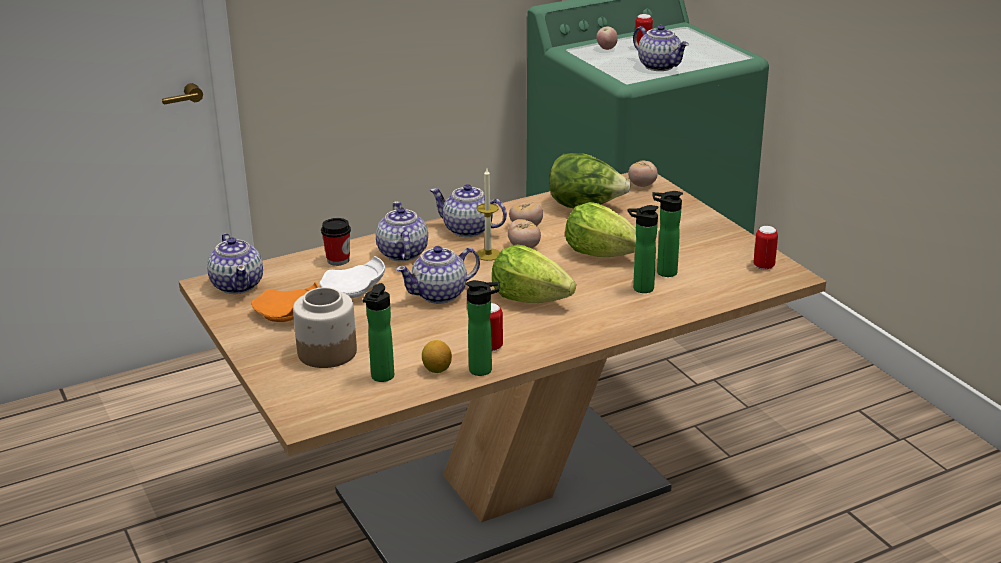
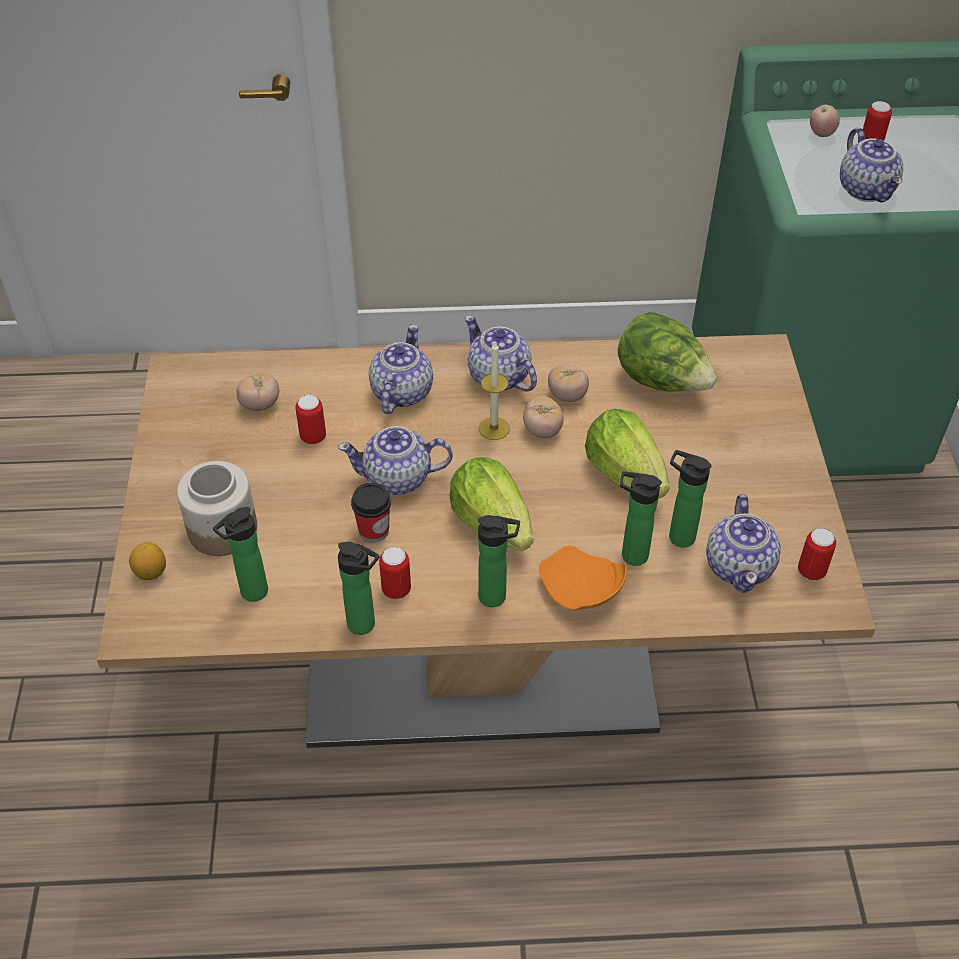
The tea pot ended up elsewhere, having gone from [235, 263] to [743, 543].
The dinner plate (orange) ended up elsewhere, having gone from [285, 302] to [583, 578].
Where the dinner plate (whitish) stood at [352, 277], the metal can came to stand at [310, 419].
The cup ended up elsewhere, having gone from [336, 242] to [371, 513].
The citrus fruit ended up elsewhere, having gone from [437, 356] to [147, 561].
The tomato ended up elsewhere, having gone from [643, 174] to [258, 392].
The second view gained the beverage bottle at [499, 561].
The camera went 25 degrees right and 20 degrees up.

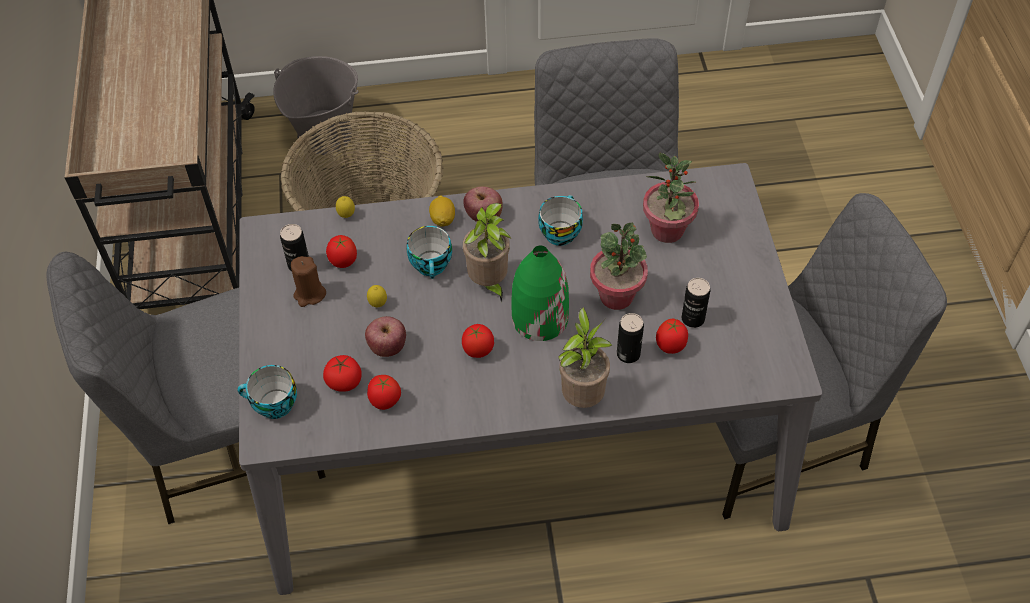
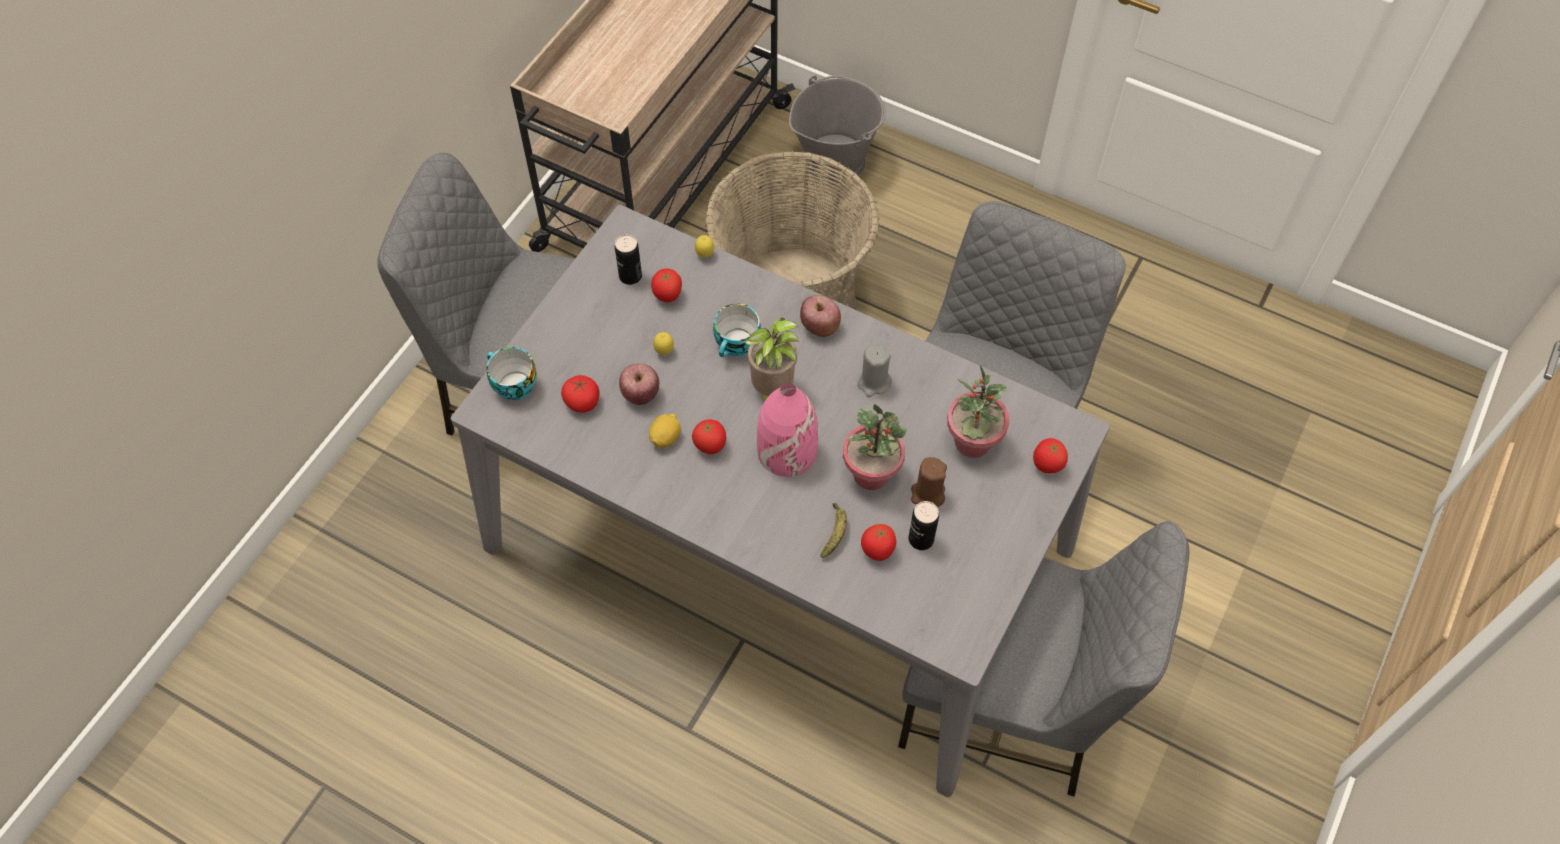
The candle (brownish) ended up elsewhere, having gone from [308, 281] to [929, 482].
The tomato ended up elsewhere, having gone from [384, 392] to [1050, 455].
The citrus fruit ended up elsewhere, having gone from [442, 211] to [665, 430].
What was the vase (greenish) at [540, 293] turned into the vase (pink) at [787, 430].
Where the cup stood at [560, 220], the candle (greyish) came to stand at [874, 371].
The second view lost the potted plant at [585, 357].
Where the metal can stood at [630, 338], the whole banana came to stand at [834, 530].
The camera went 35 degrees right and 5 degrees up.

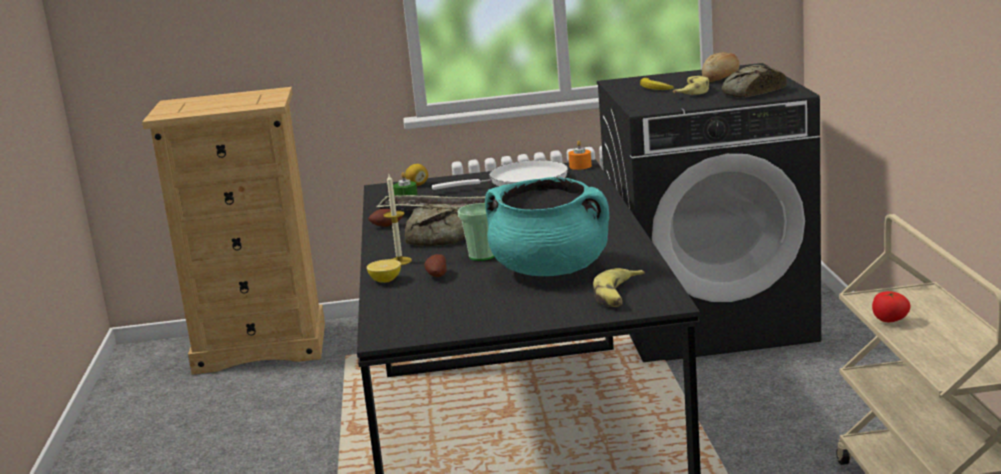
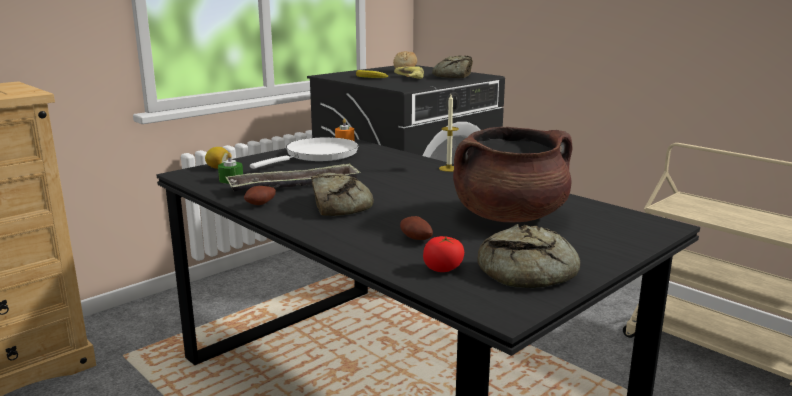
The second view lost the citrus fruit at [384, 271].
The candle ended up elsewhere, having gone from [397, 219] to [449, 133].
The second view lost the cup at [475, 232].
What was the stockpot (blue-green) at [547, 226] turned into the stockpot (brownish) at [512, 174].
The second view lost the whole banana at [619, 287].
The tomato ended up elsewhere, having gone from [891, 306] to [443, 254].
The second view gained the baked bread at [528, 256].
The camera went 40 degrees left and 0 degrees up.

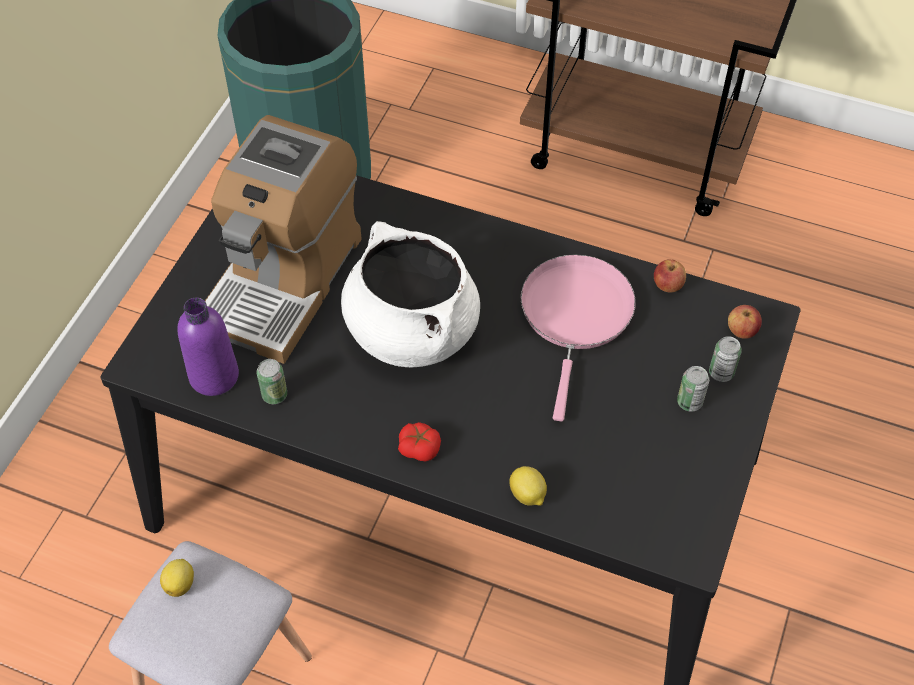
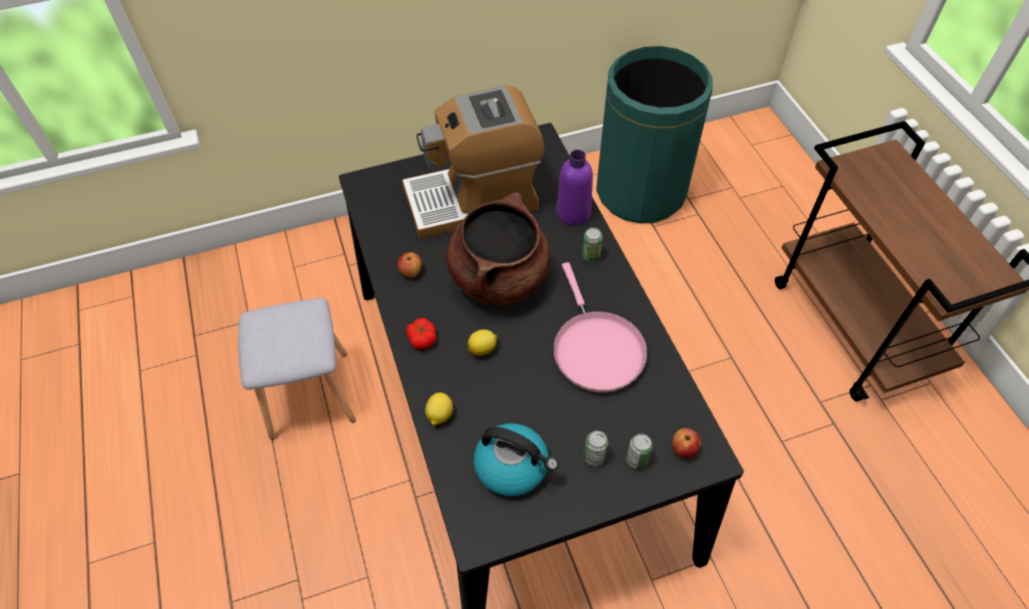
The citrus fruit ended up elsewhere, having gone from [177, 578] to [482, 343].
The beverage bottle (purplish) ended up elsewhere, having gone from [208, 346] to [574, 188].
The metal can ended up elsewhere, having gone from [272, 381] to [592, 244].
What was the stockpot (whitish) at [410, 294] turned into the stockpot (brownish) at [498, 248].
The pan (pink) at [578, 337] ended up facing another way, 105 degrees clockwise from before.
The apple ended up elsewhere, having gone from [670, 276] to [410, 265].
The second view gained the kettle at [516, 459].
The camera went 50 degrees right and 0 degrees up.

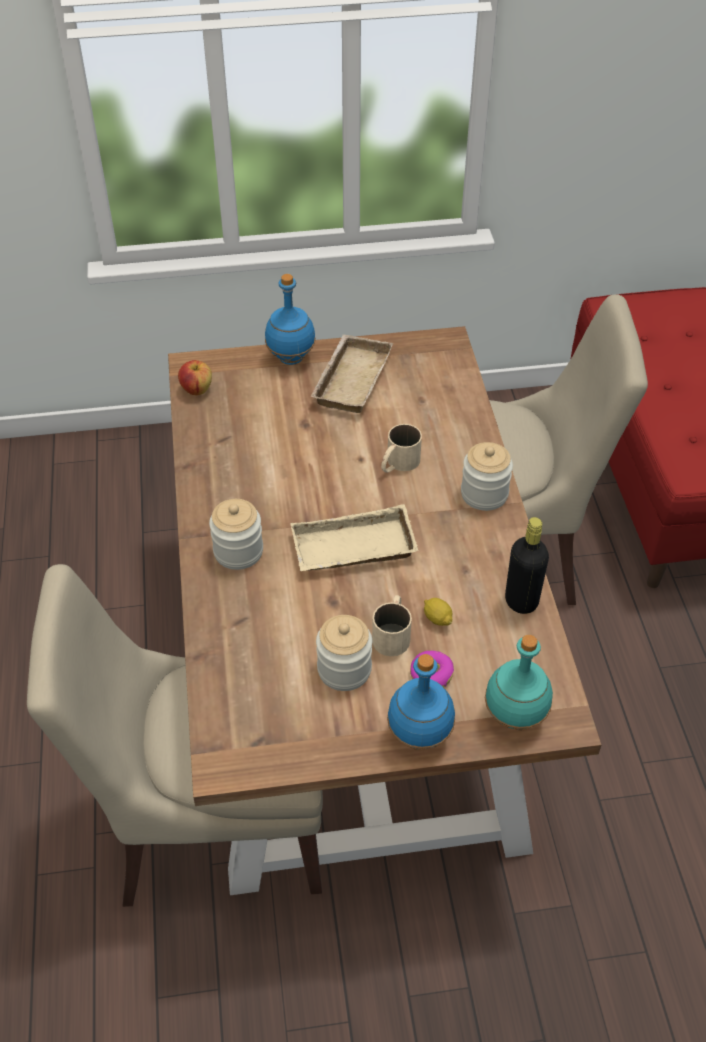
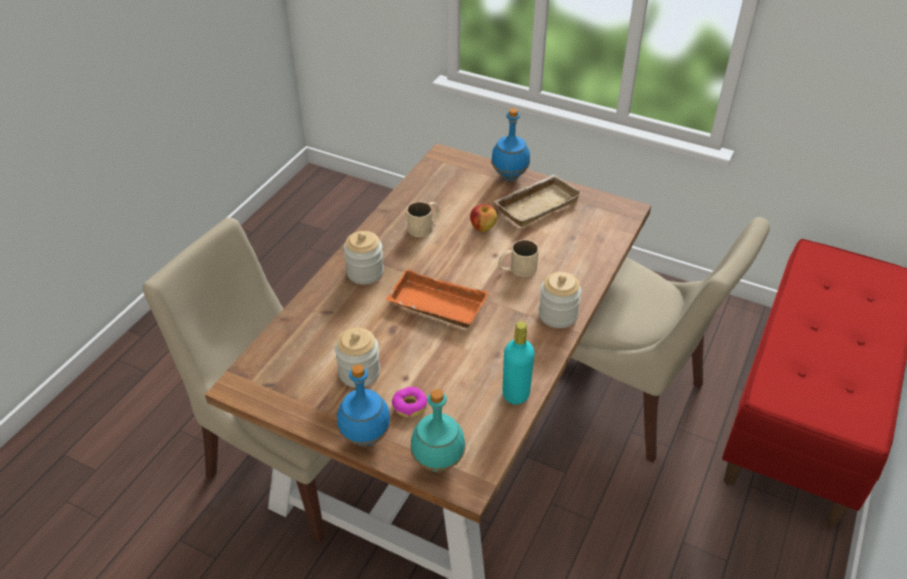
The apple ended up elsewhere, having gone from [195, 377] to [483, 218].
What was the serving tray (beige) at [354, 537] turned into the serving tray (orange) at [437, 298].
The tea mug (beige) ended up elsewhere, having gone from [392, 625] to [423, 219].
The second view lost the citrus fruit at [438, 612].
What was the beverage bottle (black) at [527, 565] turned into the beverage bottle (blue-green) at [519, 362].
The camera went 35 degrees right and 5 degrees down.

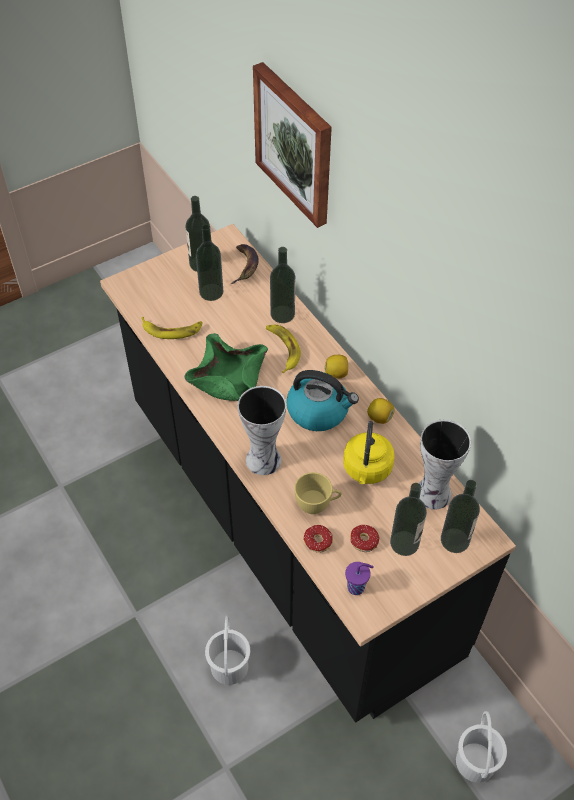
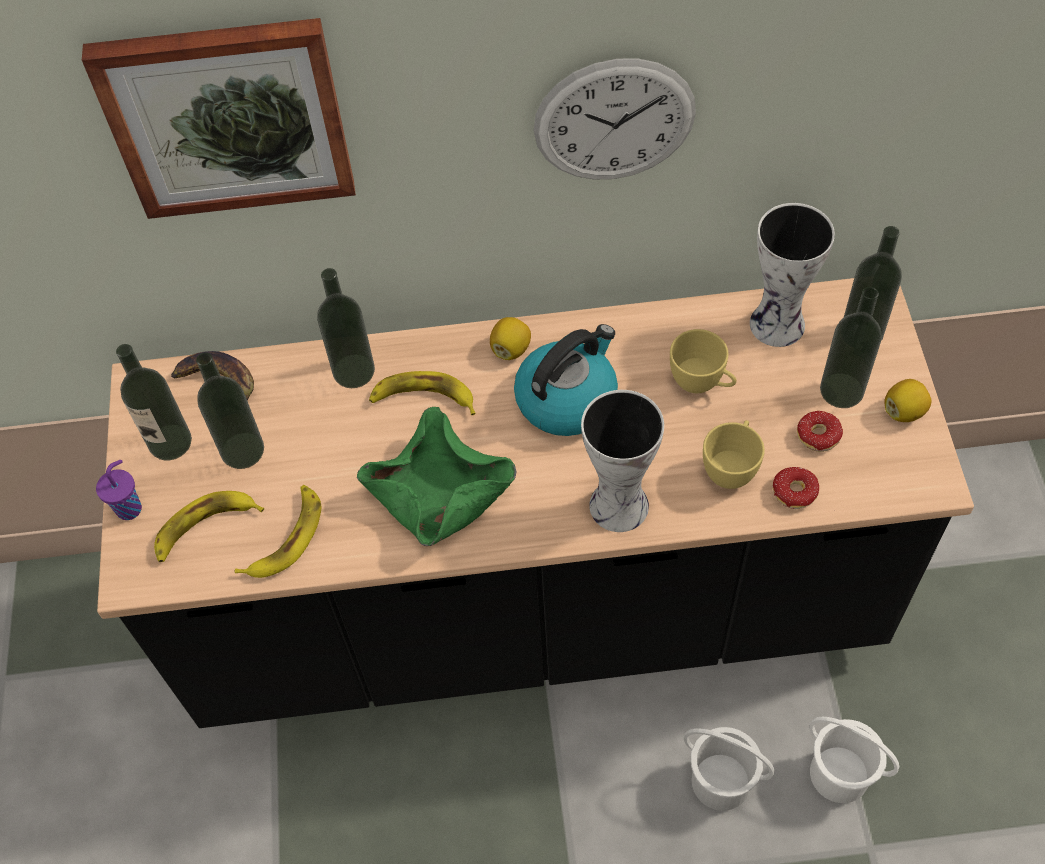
Where the kettle (yellowish) stood at [369, 452], the cup (yellowish) came to stand at [703, 361].
The cup (purplish) ended up elsewhere, having gone from [359, 578] to [119, 490].
The citrus fruit ended up elsewhere, having gone from [381, 411] to [907, 400].
The water bucket (whitish) ended up elsewhere, having gone from [481, 747] to [854, 760].
The second view gained the whole banana at [209, 526].
The second view gained the clock on the wall at [615, 119].
The camera went 60 degrees left and 5 degrees up.

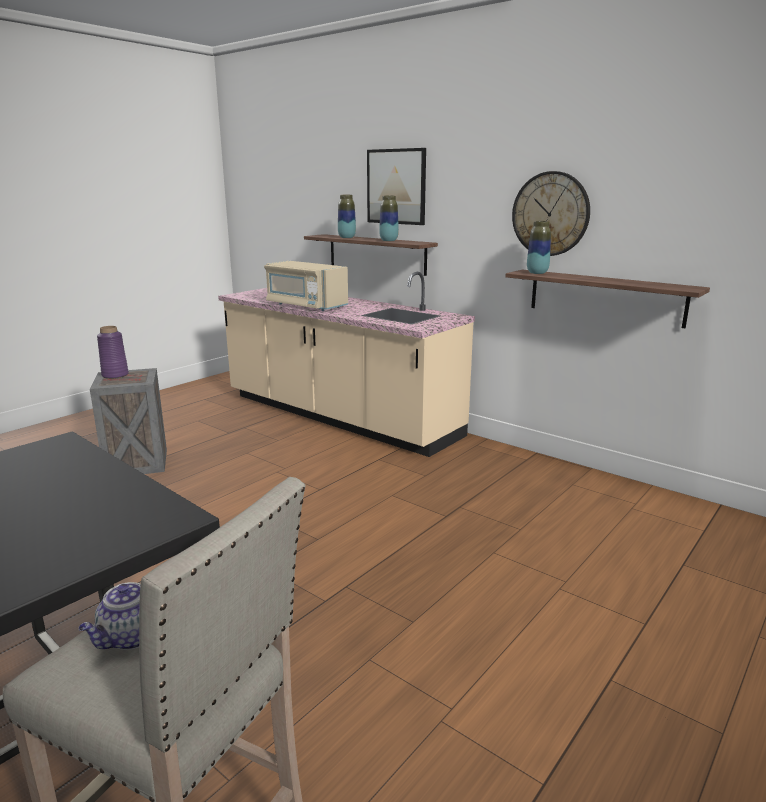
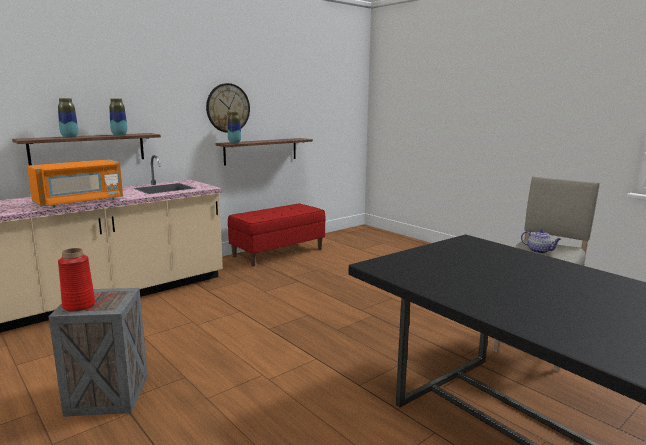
What was the vase (purplish) at [113, 352] turned into the vase (reddish) at [76, 280].
What was the microwave oven (beige) at [306, 286] turned into the microwave oven (orange) at [75, 183].
The second view lost the picture at [396, 186].
The second view gained the indoor bench (reddish) at [276, 234].
The camera went 80 degrees left and 5 degrees down.

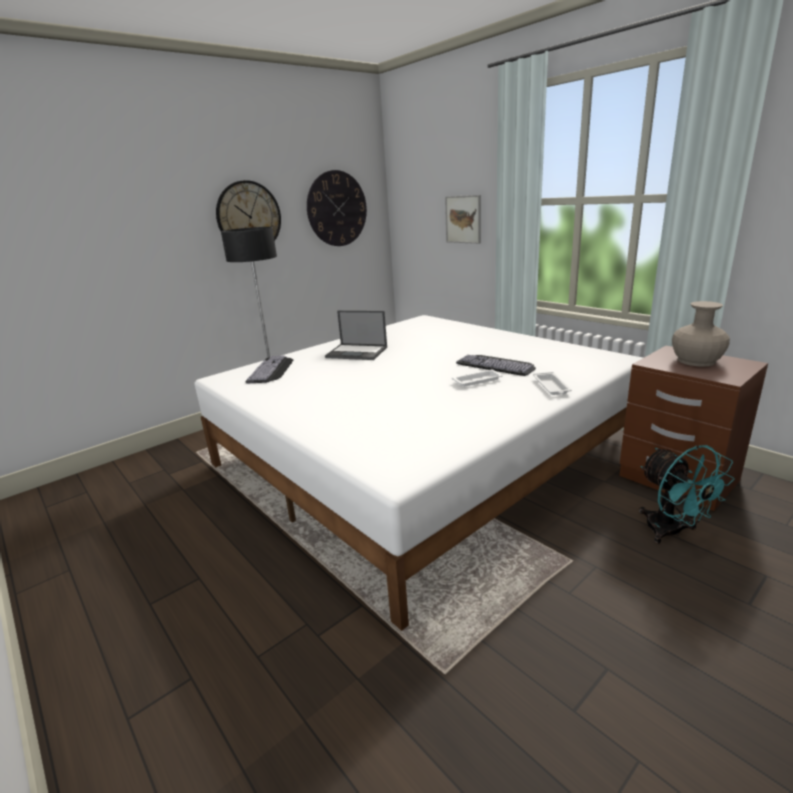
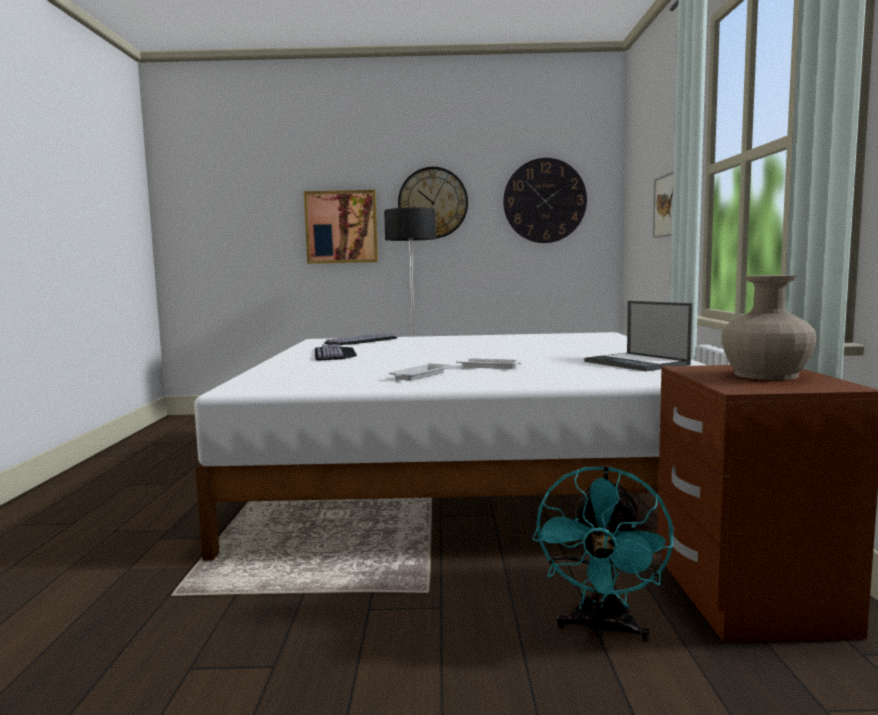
The notebook computer ended up elsewhere, having gone from [356, 335] to [638, 336].
The keyboard ended up elsewhere, having gone from [496, 365] to [336, 352].
The serving tray (whitish) ended up elsewhere, having gone from [552, 383] to [419, 372].
The second view gained the picture at [341, 227].
The camera went 40 degrees right and 15 degrees down.

